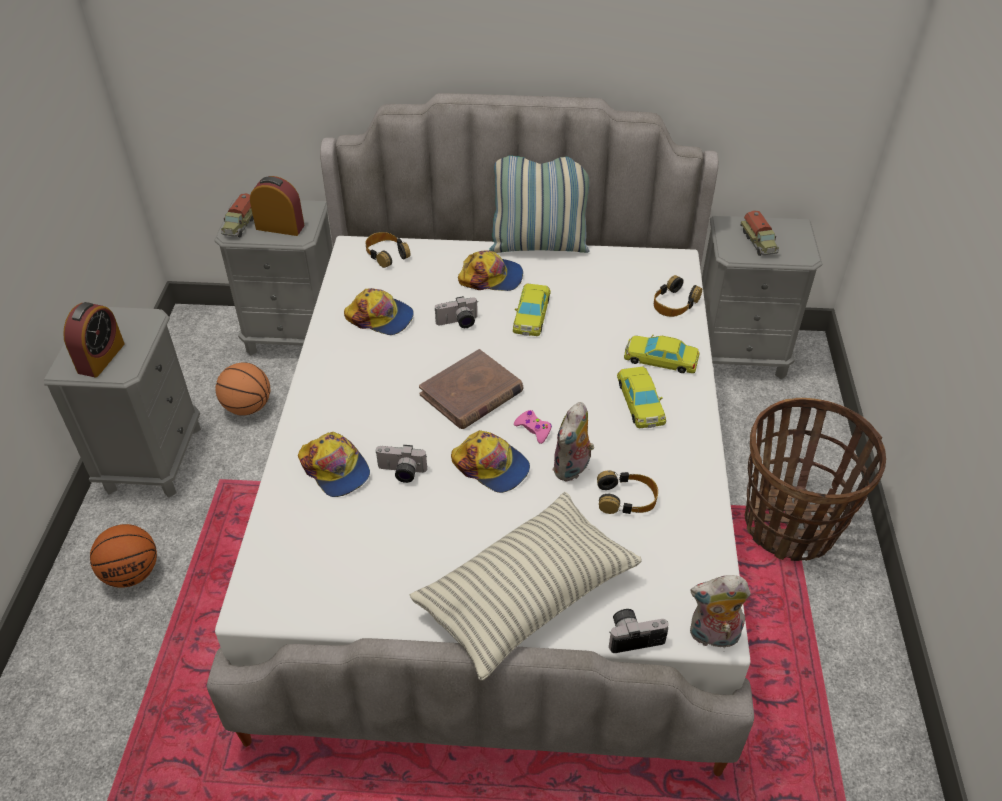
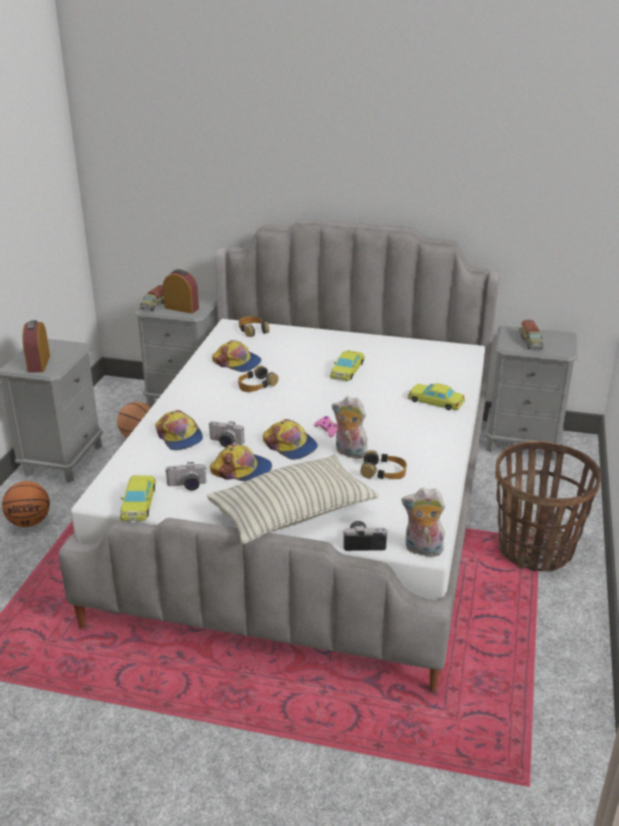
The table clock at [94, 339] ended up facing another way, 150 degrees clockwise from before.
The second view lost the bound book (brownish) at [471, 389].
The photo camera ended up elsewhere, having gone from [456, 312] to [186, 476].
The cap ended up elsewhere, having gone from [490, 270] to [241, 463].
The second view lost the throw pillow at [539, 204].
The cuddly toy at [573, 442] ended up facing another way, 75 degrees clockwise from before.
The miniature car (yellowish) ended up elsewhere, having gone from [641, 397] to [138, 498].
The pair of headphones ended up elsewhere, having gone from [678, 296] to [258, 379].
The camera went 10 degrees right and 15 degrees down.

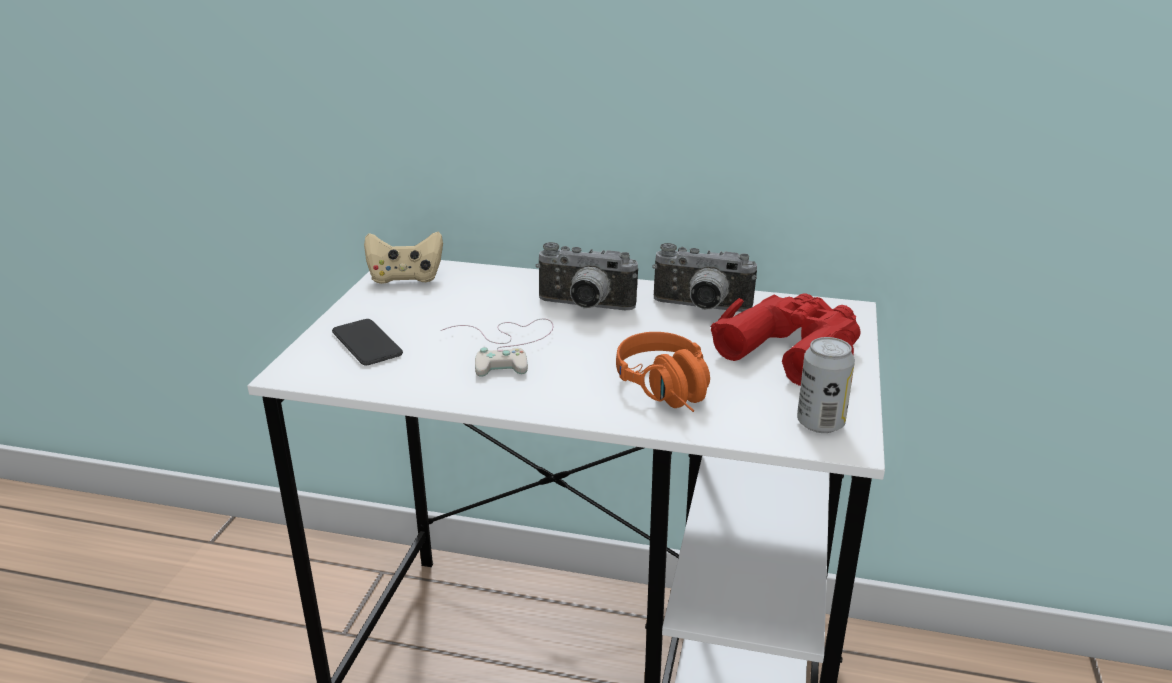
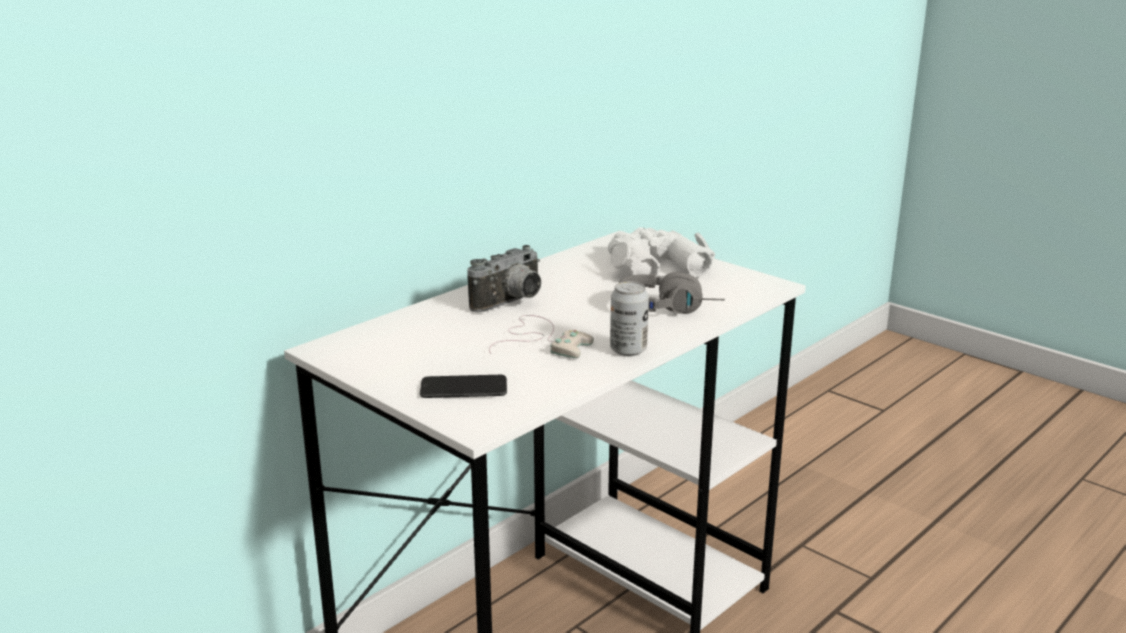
The second view lost the game controller (beige) at [403, 258].
What was the pair of headphones (orange) at [663, 372] turned into the pair of headphones (greyish) at [672, 293].
The second view lost the photo camera at [704, 277].
What was the pair of binoculars (reddish) at [785, 339] turned into the pair of binoculars (whitish) at [661, 252].
The metal can ended up elsewhere, having gone from [826, 385] to [629, 318].
The camera went 60 degrees left and 5 degrees down.

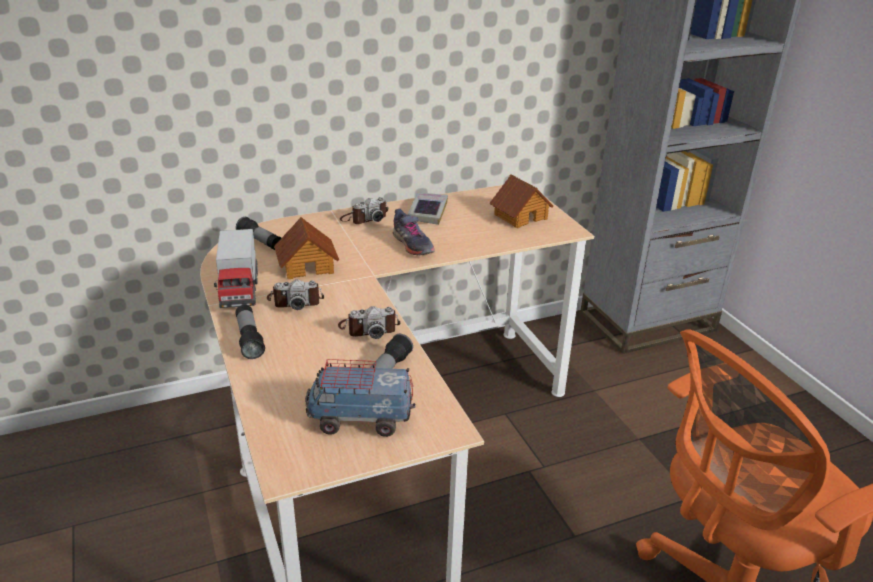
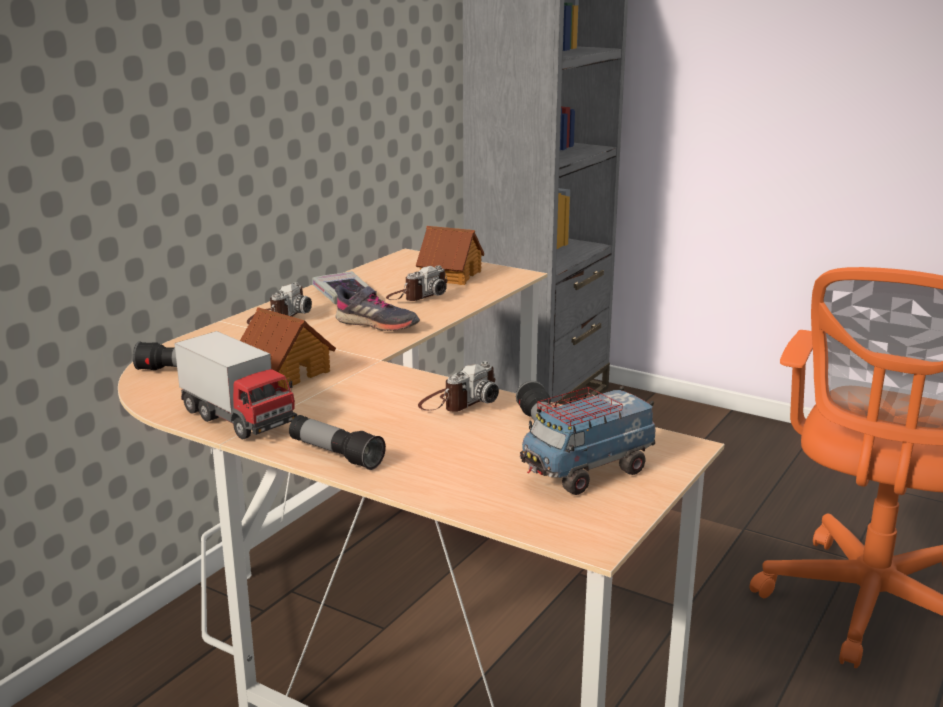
The photo camera ended up elsewhere, having gone from [295, 294] to [417, 283].
The camera went 35 degrees left and 10 degrees down.

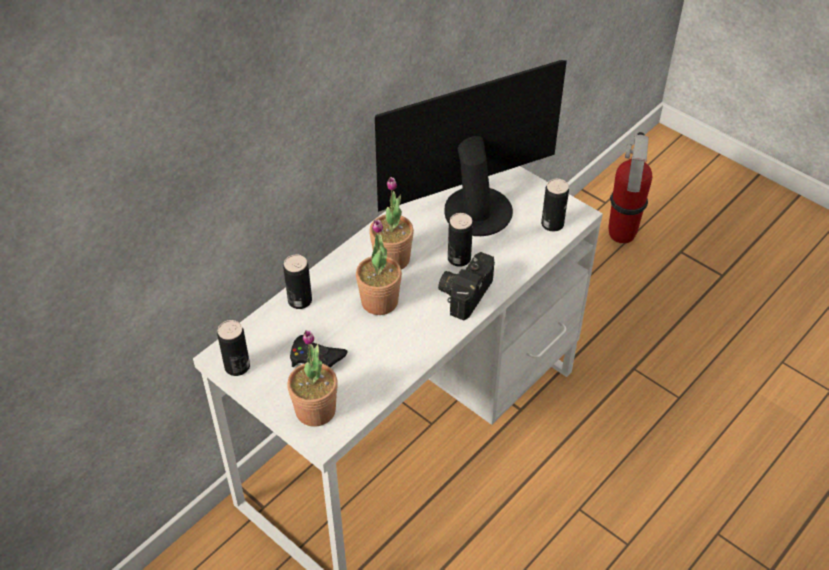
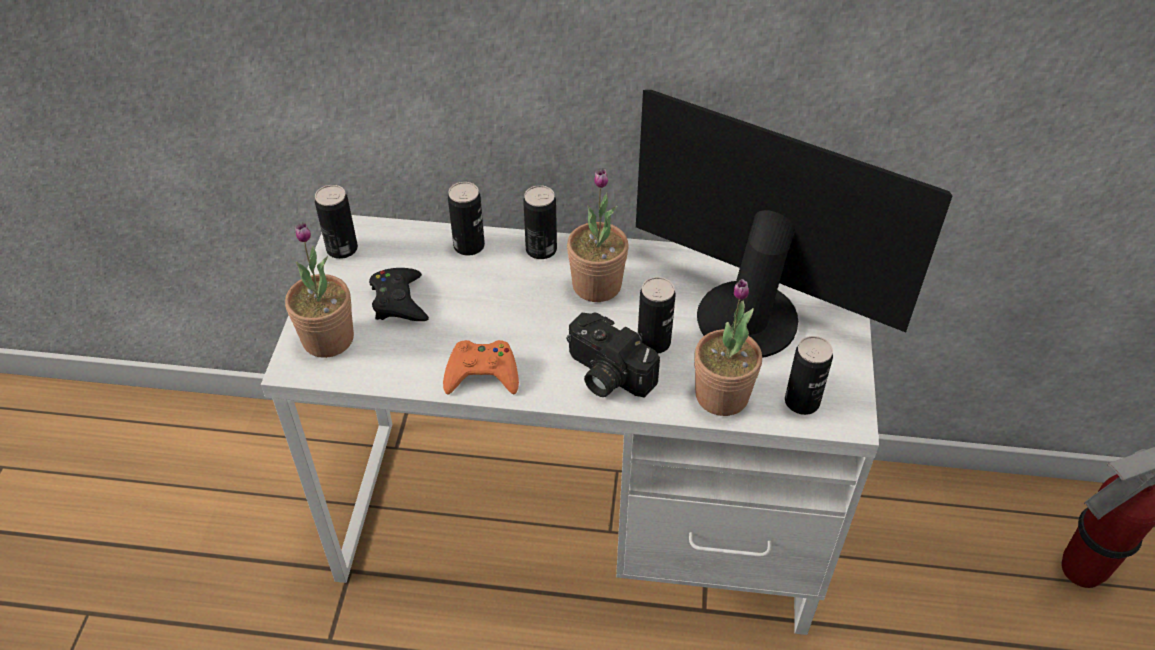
The potted plant ended up elsewhere, having gone from [379, 267] to [728, 347].
The photo camera at [466, 286] ended up facing another way, 135 degrees counterclockwise from before.
The second view gained the game controller (orange) at [481, 367].
The second view gained the metal can at [540, 222].
The camera went 55 degrees right and 0 degrees up.

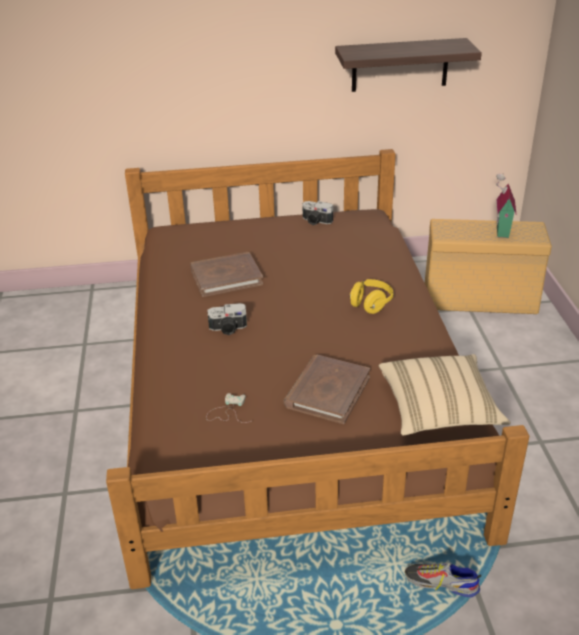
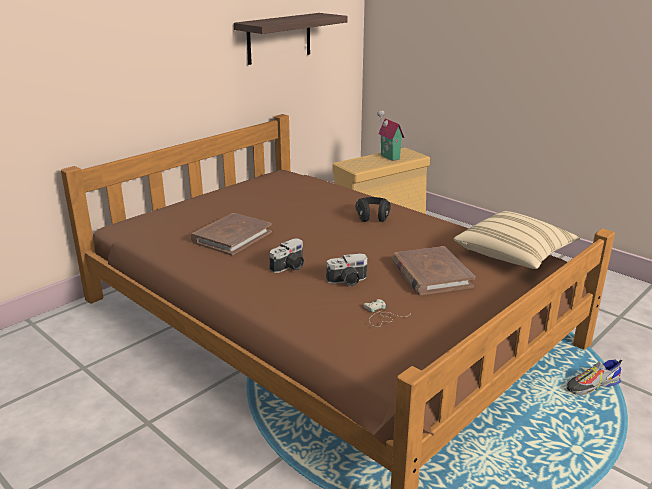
The photo camera ended up elsewhere, having gone from [317, 213] to [346, 269].
What was the pair of headphones (yellowish) at [372, 296] turned into the pair of headphones (black) at [373, 209].
The camera went 40 degrees left and 10 degrees down.

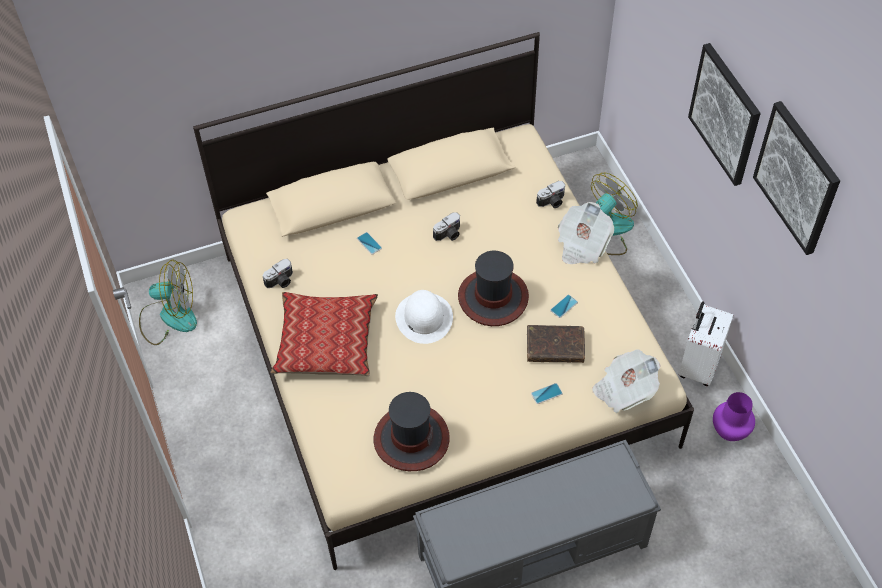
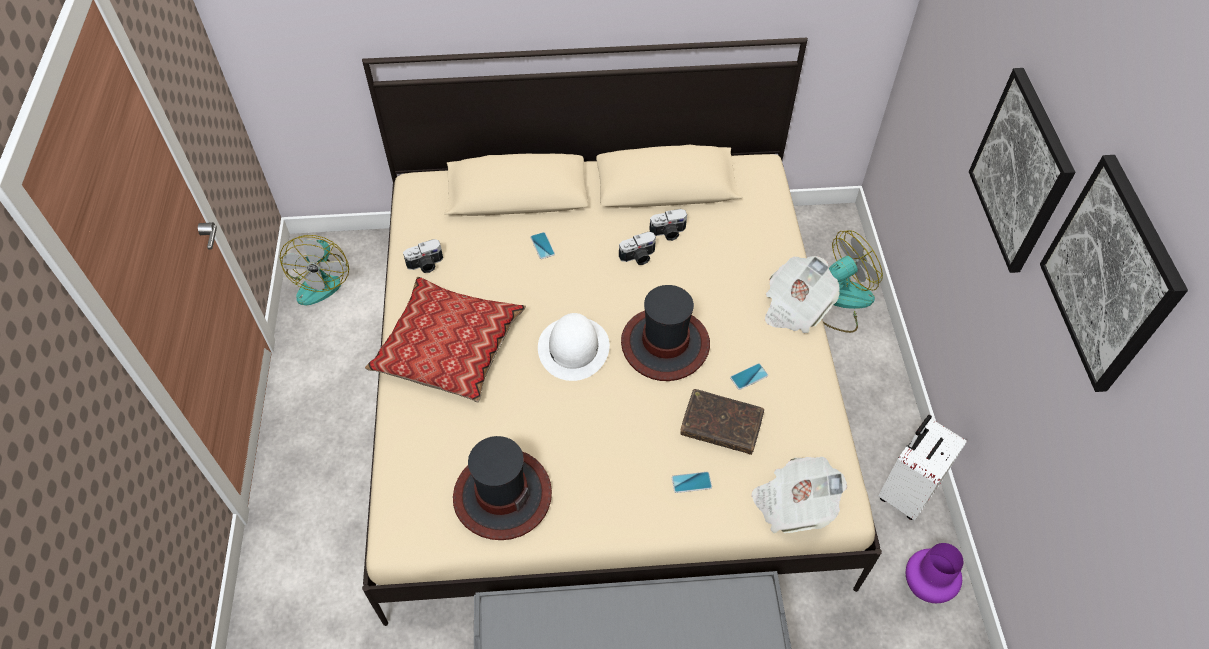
The fan at [168, 302] ended up facing another way, 75 degrees clockwise from before.
The photo camera ended up elsewhere, having gone from [550, 194] to [668, 225].
The camera went 15 degrees right and 0 degrees up.

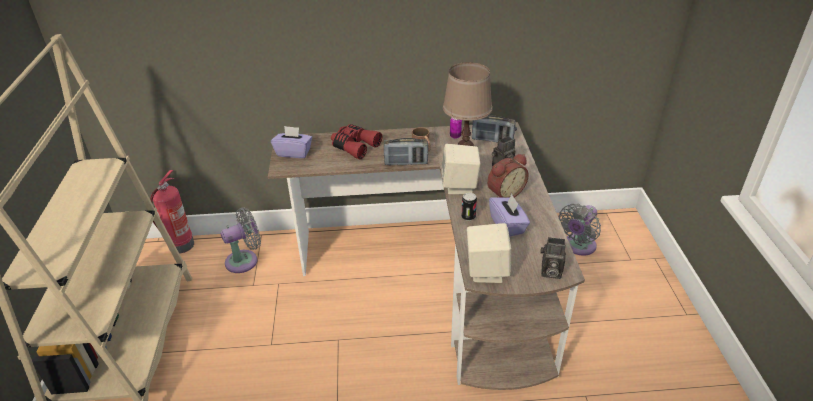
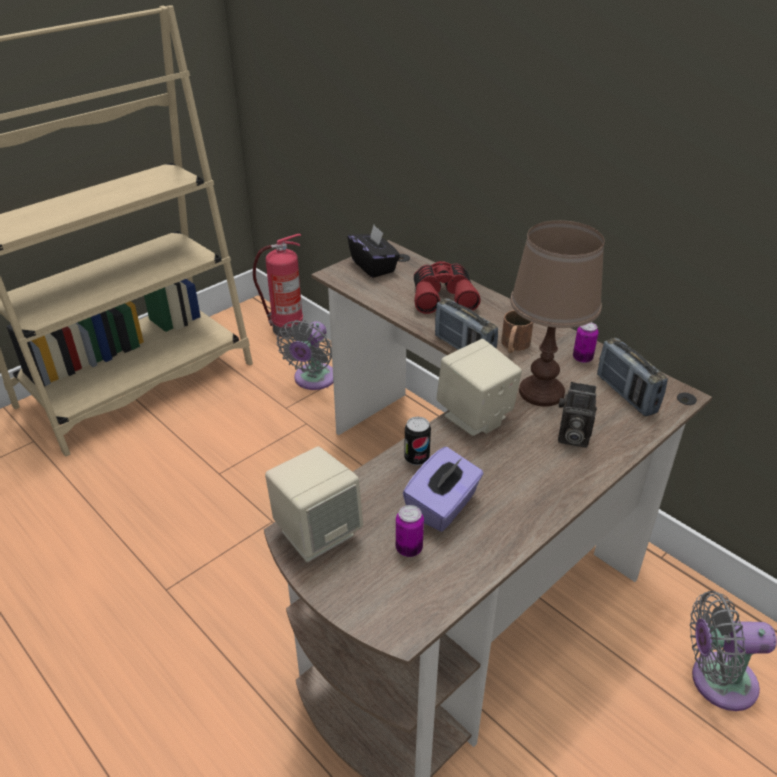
The fan (greyish) at [240, 240] ended up facing another way, 90 degrees clockwise from before.
What was the tissue box (purplish) at [291, 142] turned into the tissue box (black) at [373, 251].
The second view lost the table clock at [508, 176].
The second view lost the photo camera at [553, 258].
The second view gained the metal can at [410, 531].
The camera went 50 degrees right and 0 degrees up.

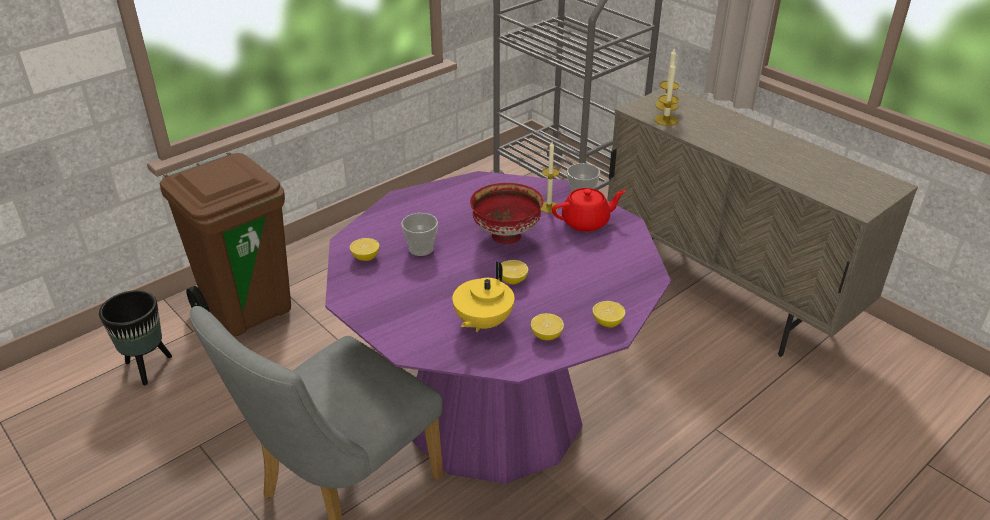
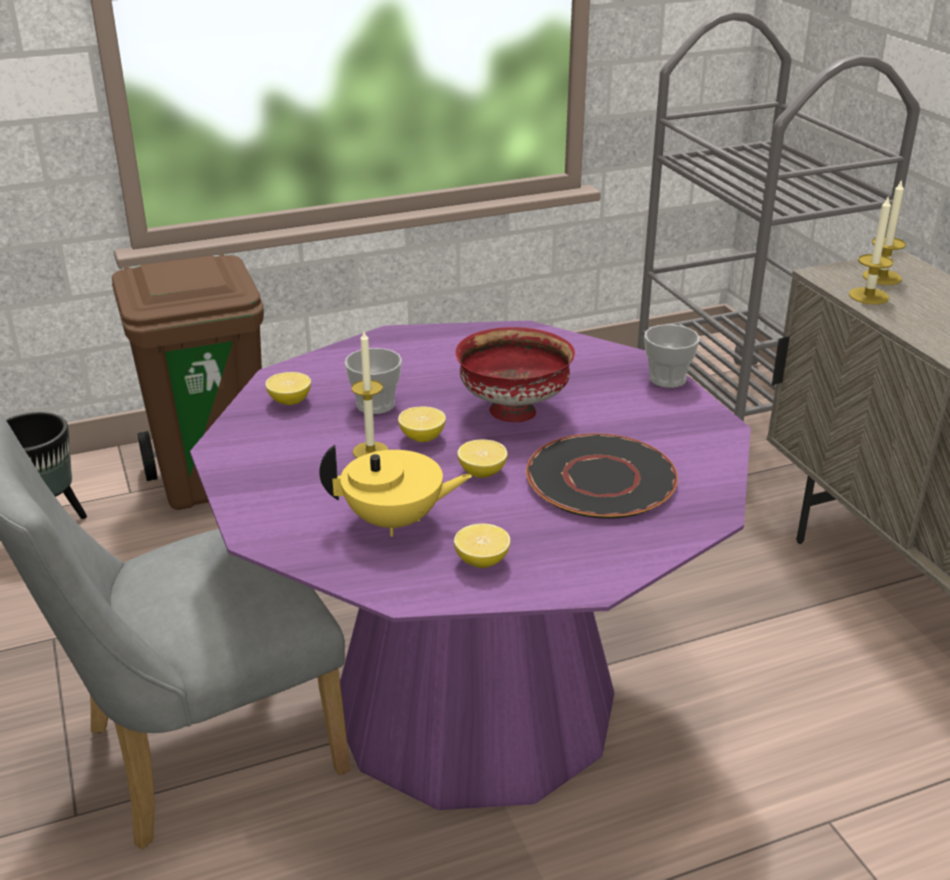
The tea pot (yellowish) at [483, 296] ended up facing another way, 135 degrees counterclockwise from before.
The candle ended up elsewhere, having gone from [549, 177] to [369, 394].
The second view lost the tea pot (reddish) at [589, 210].
The citrus fruit ended up elsewhere, having gone from [609, 314] to [422, 424].
The second view gained the dinner plate (black) at [602, 476].
The camera went 20 degrees right and 5 degrees down.

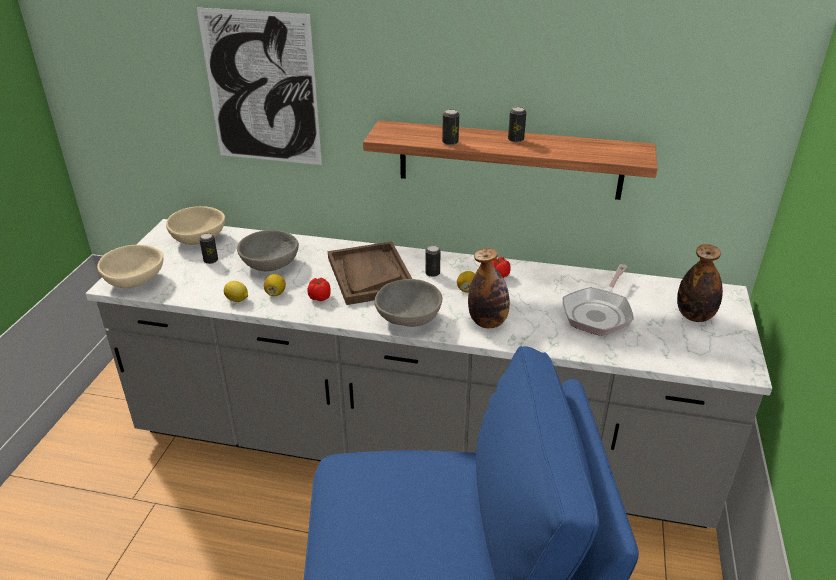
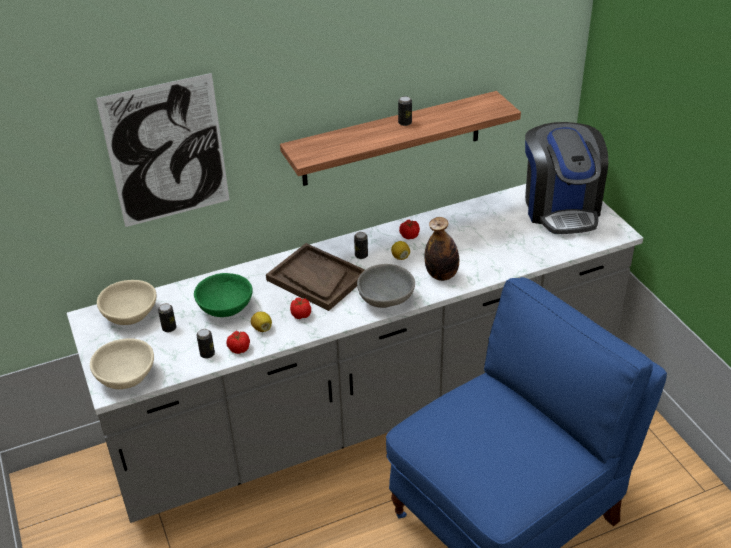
Where the citrus fruit stood at [236, 291], the tomato came to stand at [238, 342].
What was the deep dish (greyish) at [268, 250] turned into the deep dish (greenish) at [223, 295].
The metal can ended up elsewhere, having gone from [450, 127] to [206, 344].
The second view lost the pan at [598, 300].
Where the beverage bottle stood at [700, 283], the coffee machine came to stand at [566, 178].
The camera went 35 degrees left and 5 degrees up.

